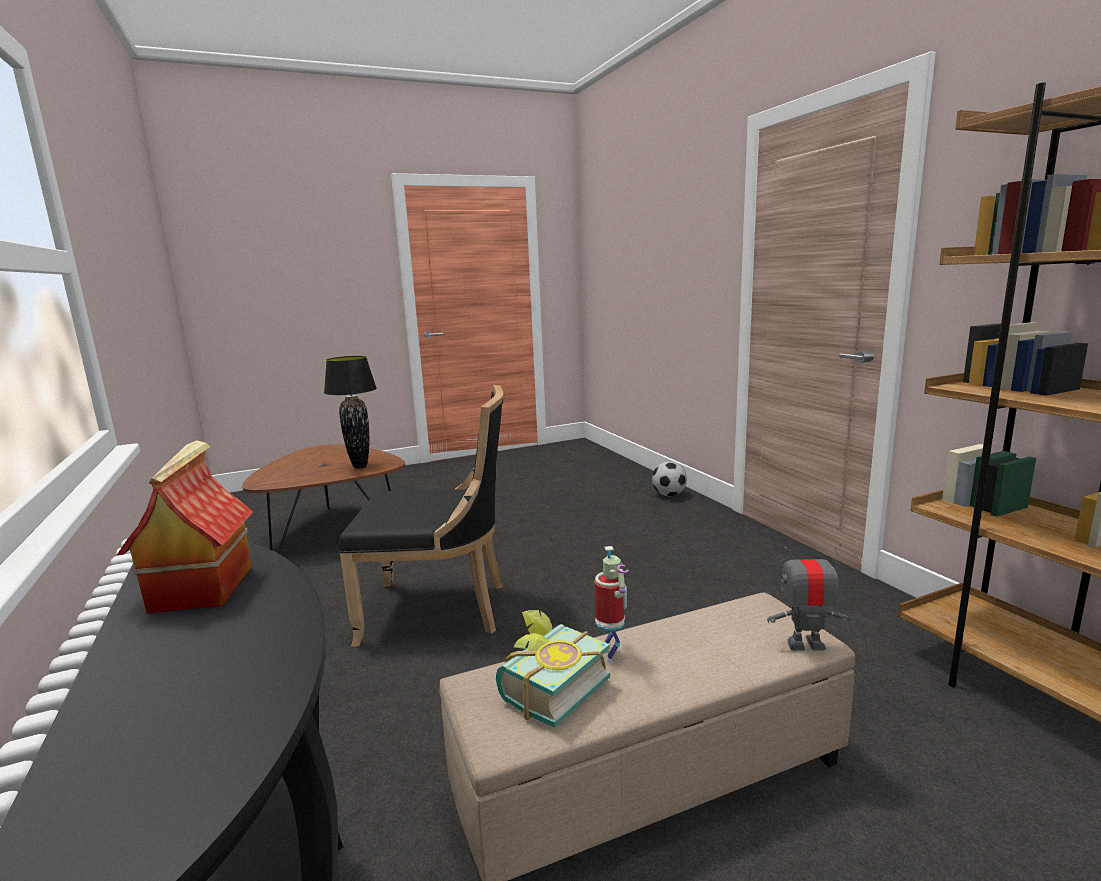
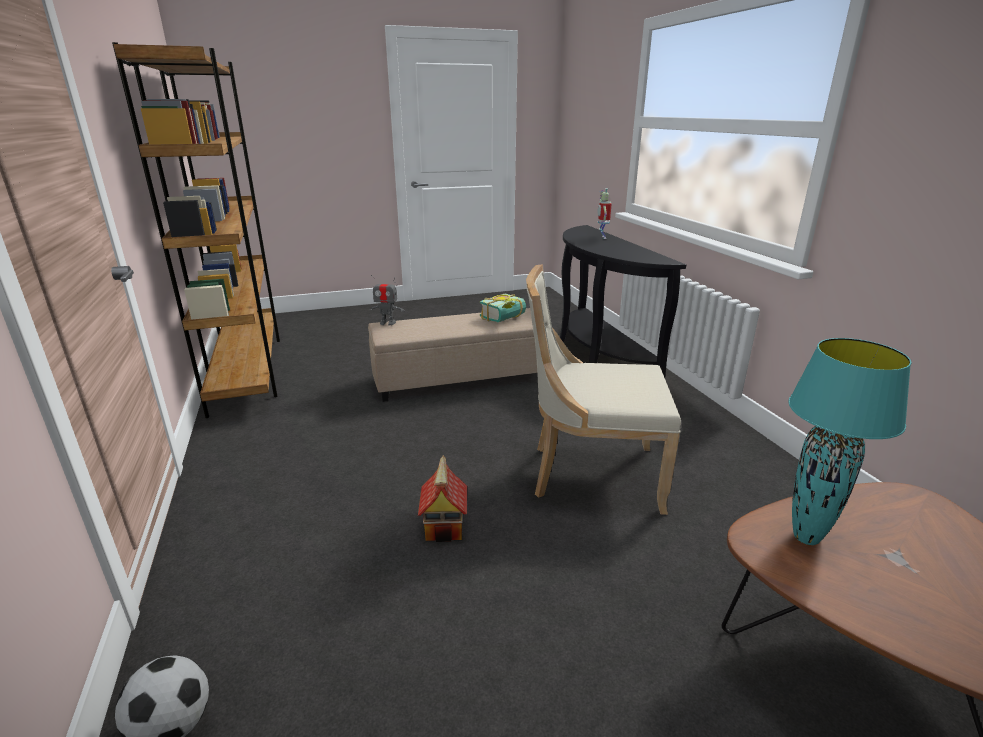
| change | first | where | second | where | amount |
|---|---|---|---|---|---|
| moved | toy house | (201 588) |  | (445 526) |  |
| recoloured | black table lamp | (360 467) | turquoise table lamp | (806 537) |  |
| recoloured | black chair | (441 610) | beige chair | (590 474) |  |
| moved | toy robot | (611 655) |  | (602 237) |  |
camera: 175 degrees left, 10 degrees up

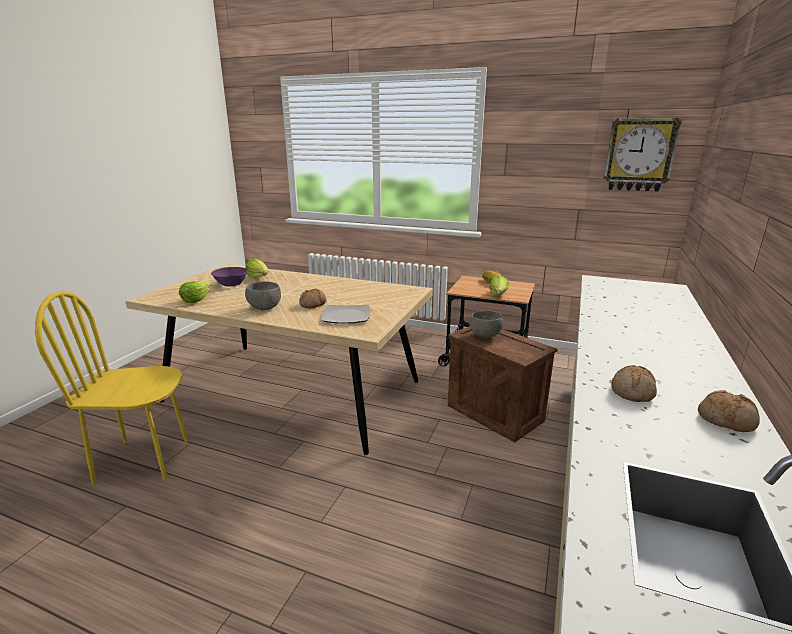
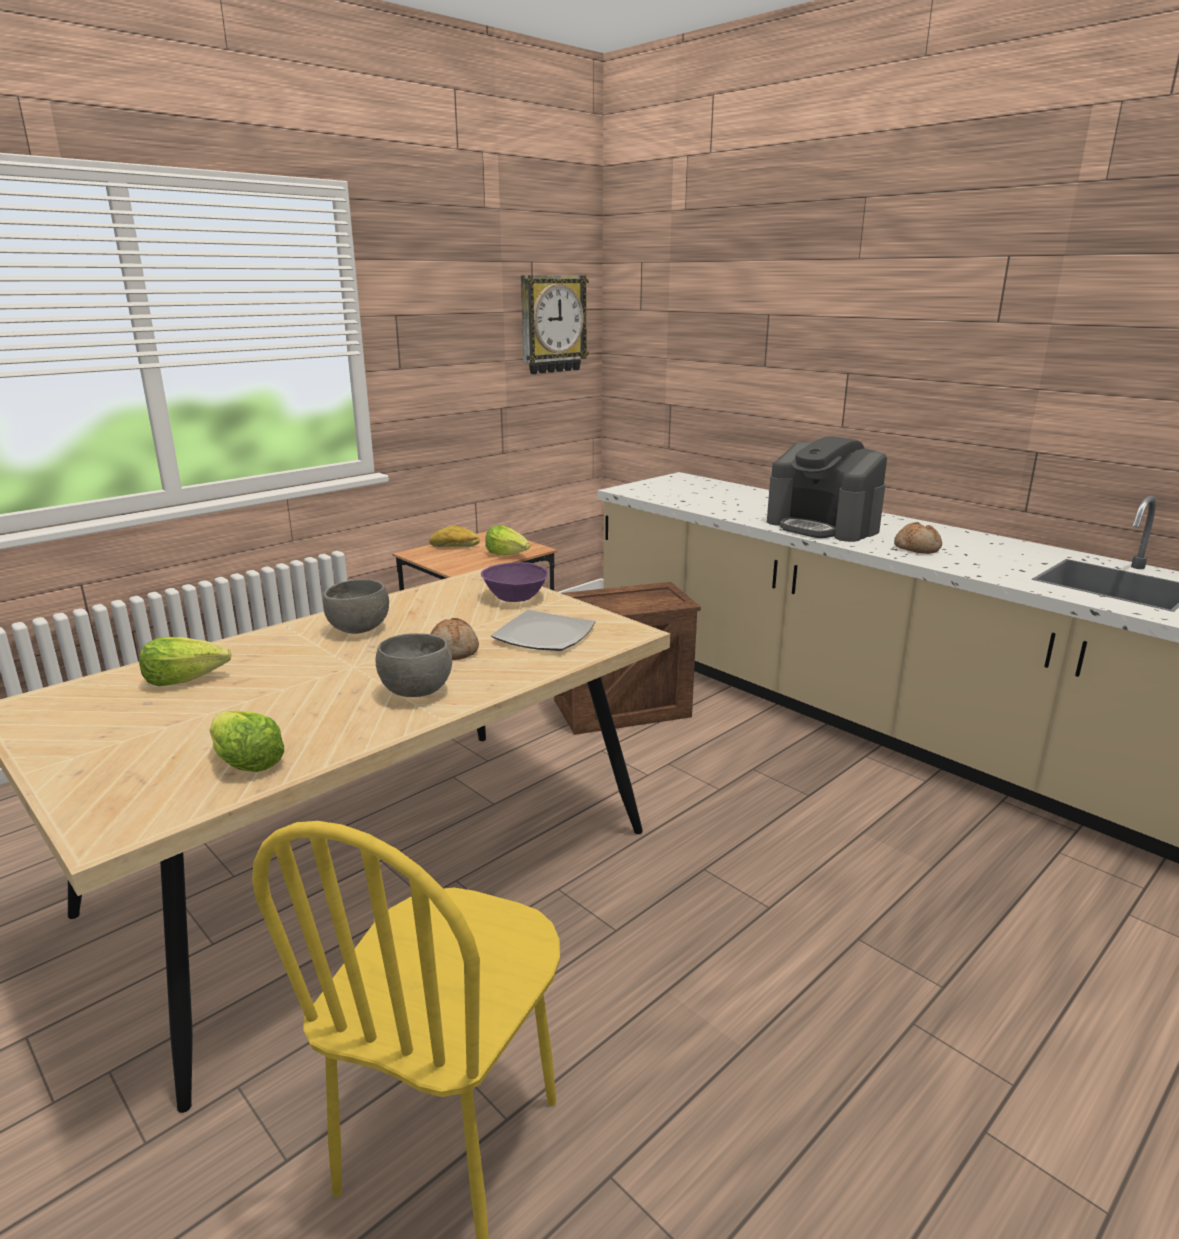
| change | first | where | second | where | amount |
|---|---|---|---|---|---|
| moved | purple bowl | (231 284) |  | (516 597) |  |
| moved | grey bowl | (485 335) |  | (358 629) |  |
| removed | bread | (727 419) |  |  |  |
| added |  |  | coffee machine | (823 526) |  |
camera: 65 degrees left, 0 degrees up

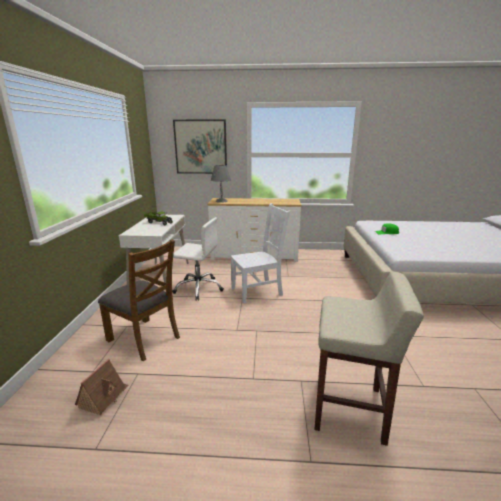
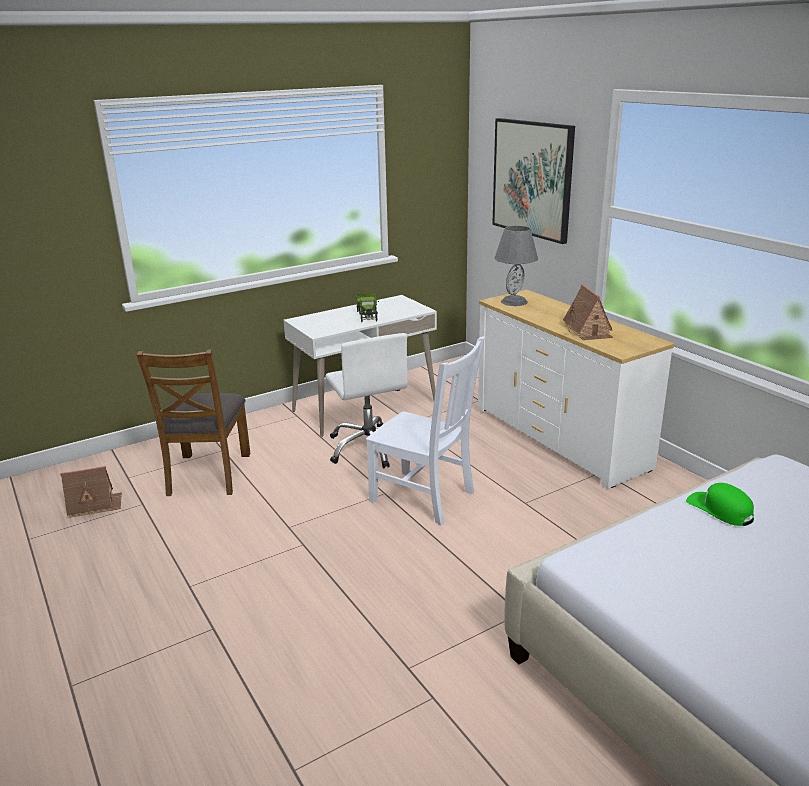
| change | first | where | second | where | amount |
|---|---|---|---|---|---|
| removed | beige stool | (350 409) |  |  |  |
| added |  |  | toy house | (588 330) |  |
camera: 55 degrees right, 5 degrees up

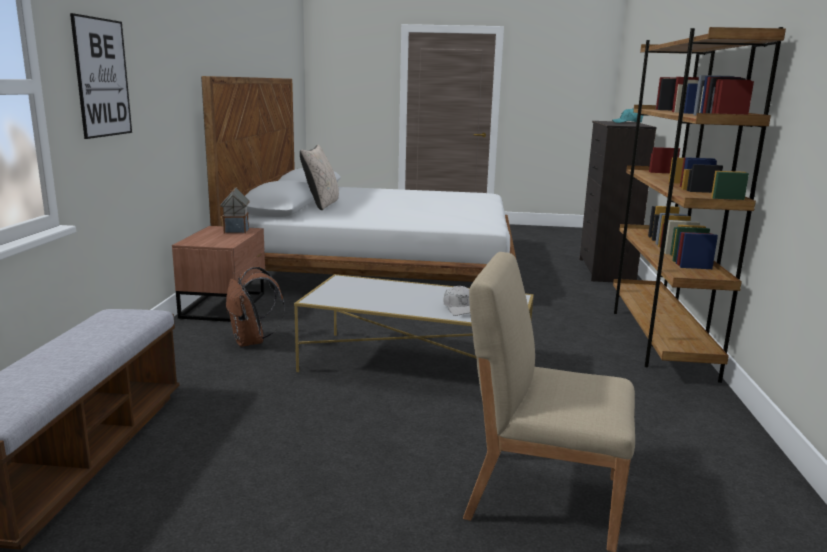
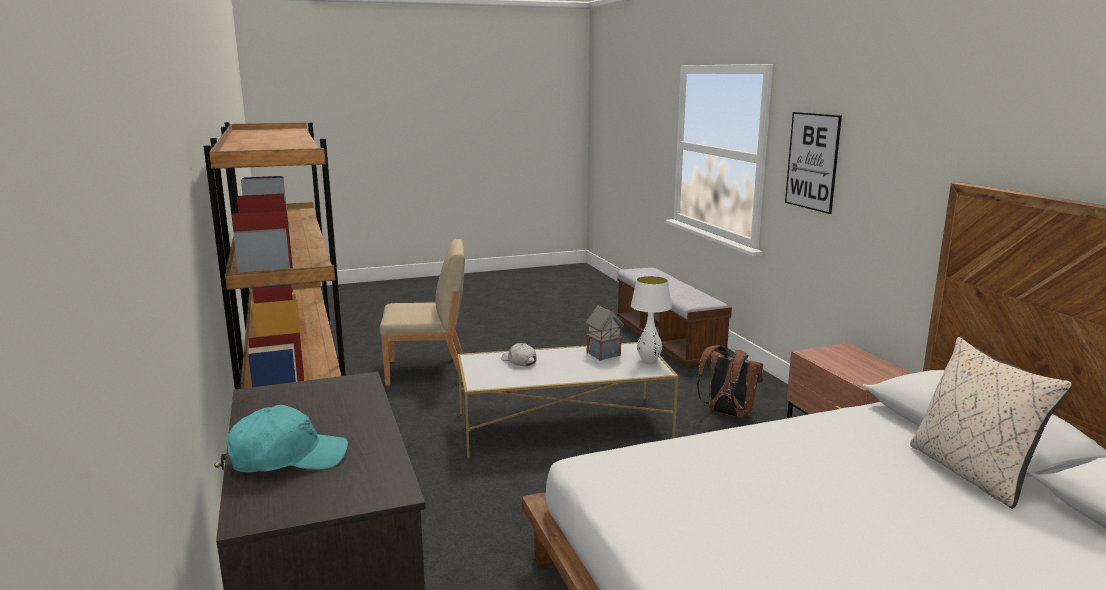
| change | first | where | second | where | amount |
|---|---|---|---|---|---|
| moved | toy house | (236 230) |  | (604 354) |  |
| added |  |  | white table lamp | (649 361) |  |
camera: 155 degrees right, 0 degrees up

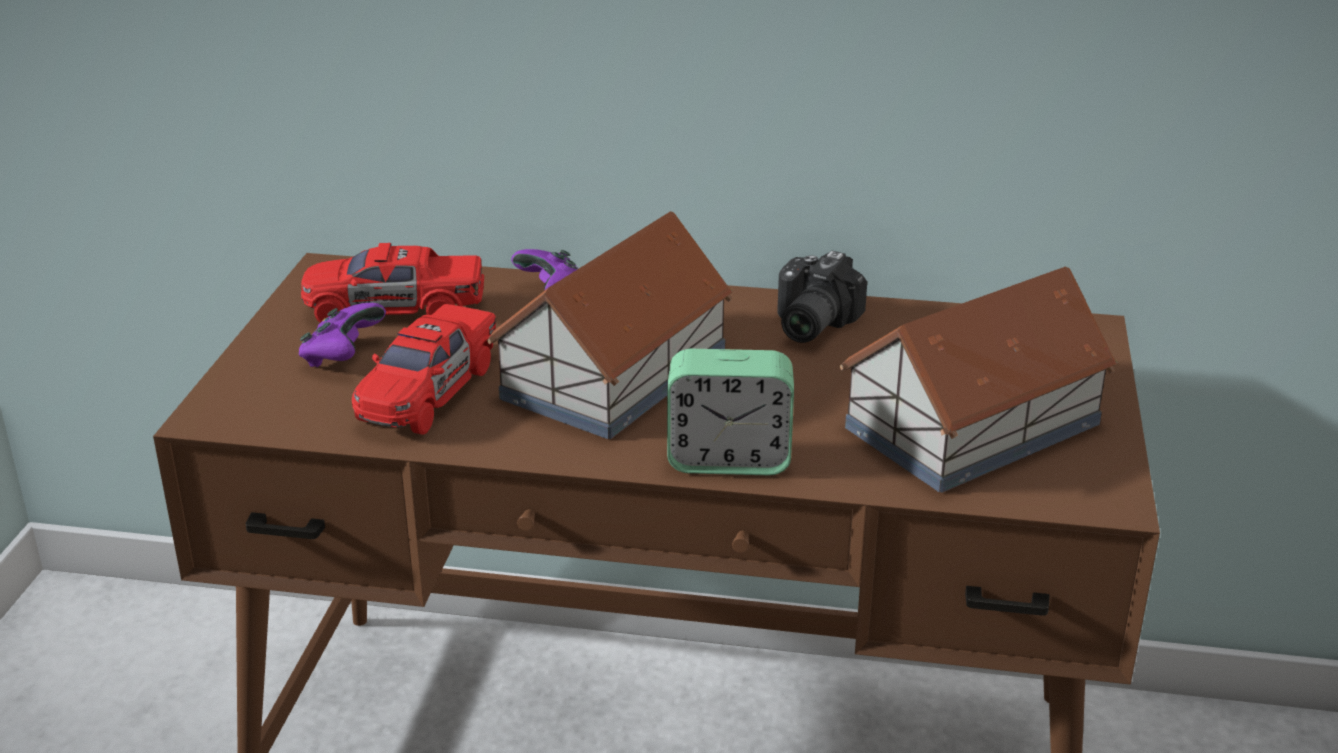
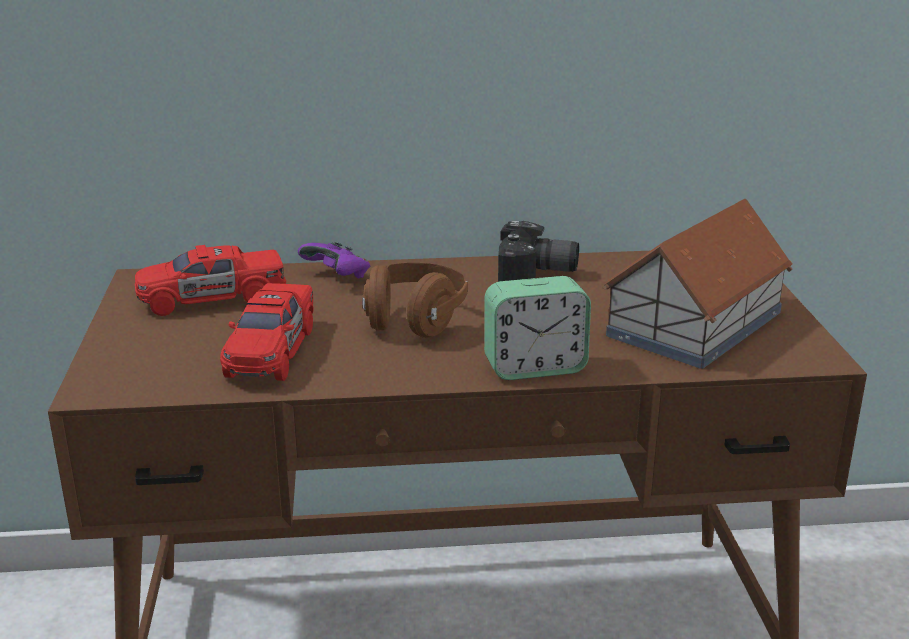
| change | first | where | second | where | amount |
|---|---|---|---|---|---|
| removed | purple game controller | (342 356) |  |  |  |
| replaced | toy house | (617 373) | brown headphones | (414 321) |  |
| turned | photo camera | (807 324) |  | (537 274) | 90 degrees counterclockwise |
camera: 15 degrees left, 5 degrees down

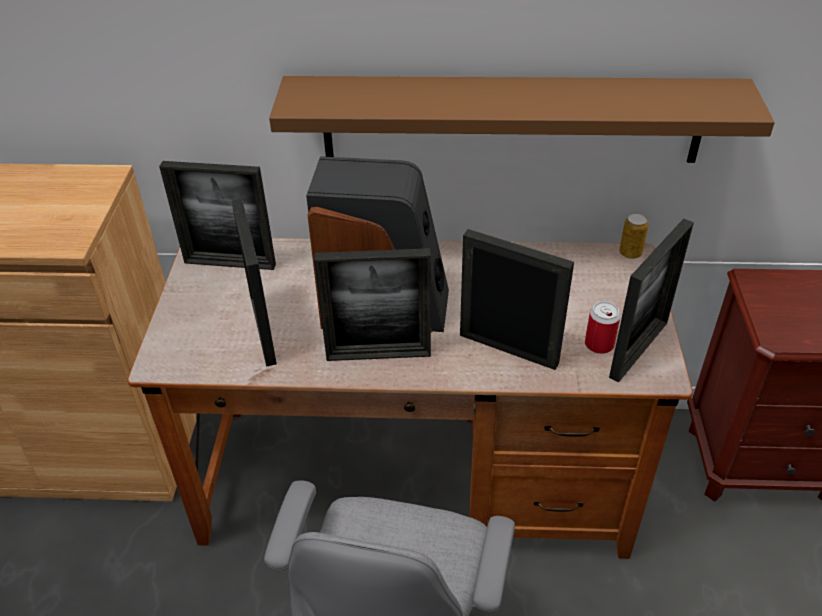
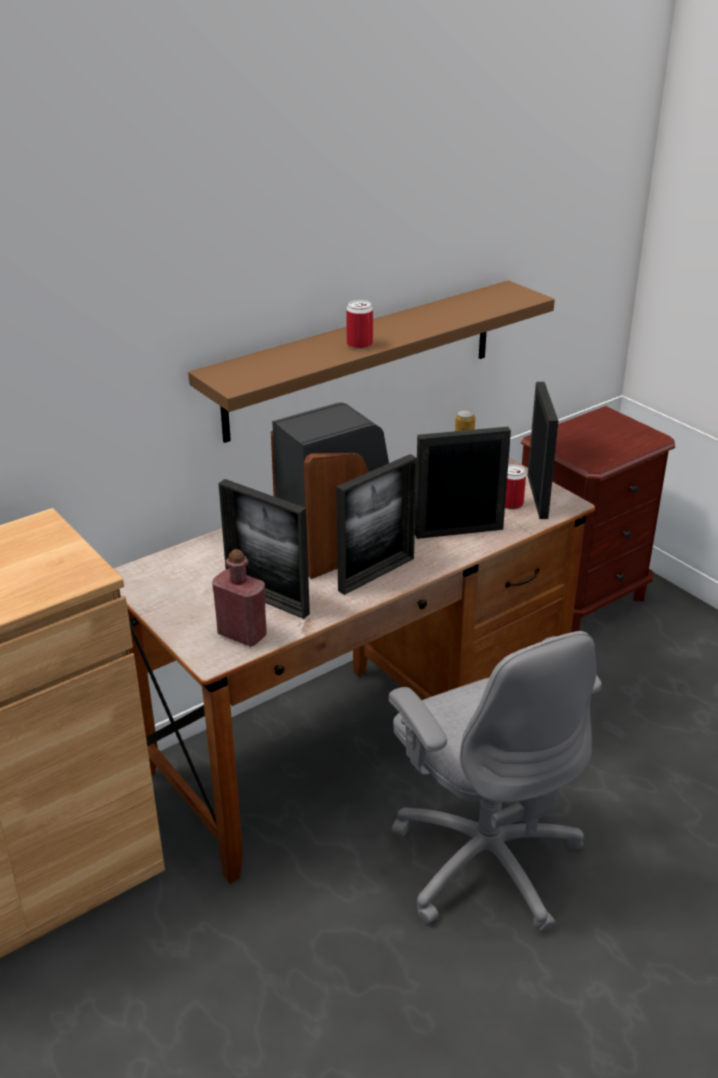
| change | first | where | second | where | amount |
|---|---|---|---|---|---|
| removed | picture frame | (230 263) |  |  |  |
| added |  |  | red bottle | (242 634) |  |
| added |  |  | can | (359 344) |  |
camera: 40 degrees left, 10 degrees down

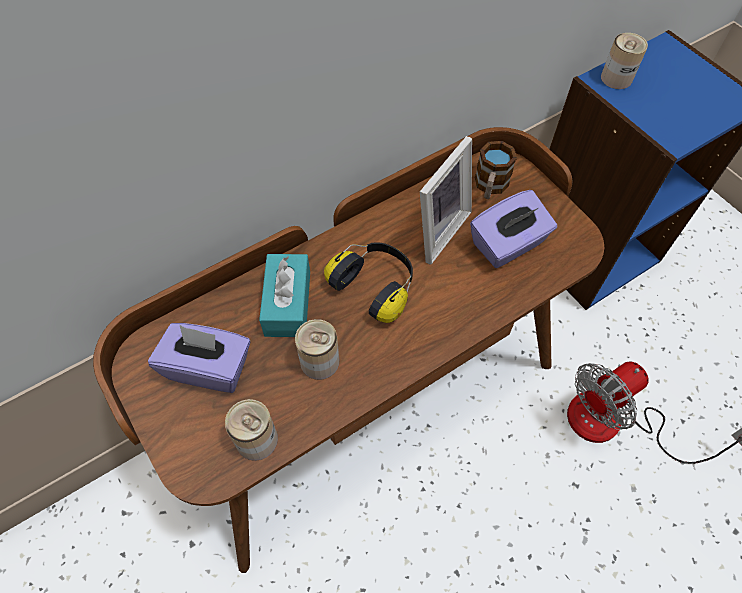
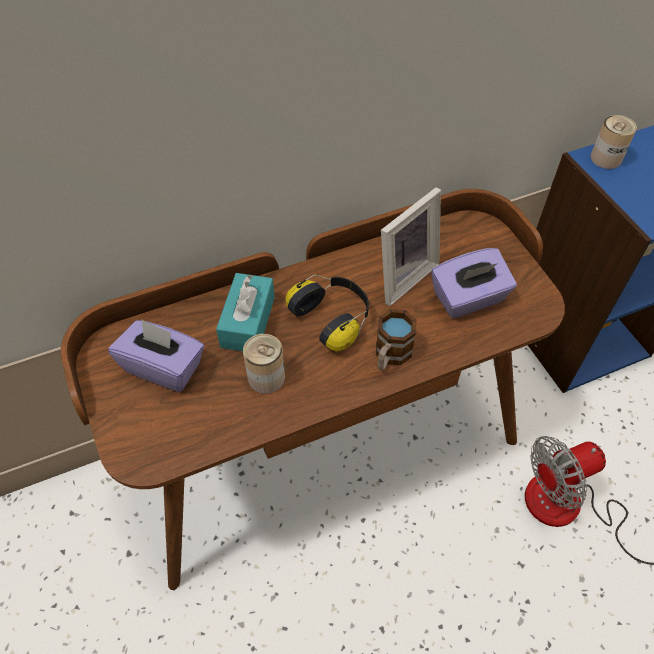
| change | first | where | second | where | amount |
|---|---|---|---|---|---|
| removed | can | (256 439) |  |  |  |
| moved | mug | (490 187) |  | (390 356) |  |
camera: 10 degrees right, 5 degrees down

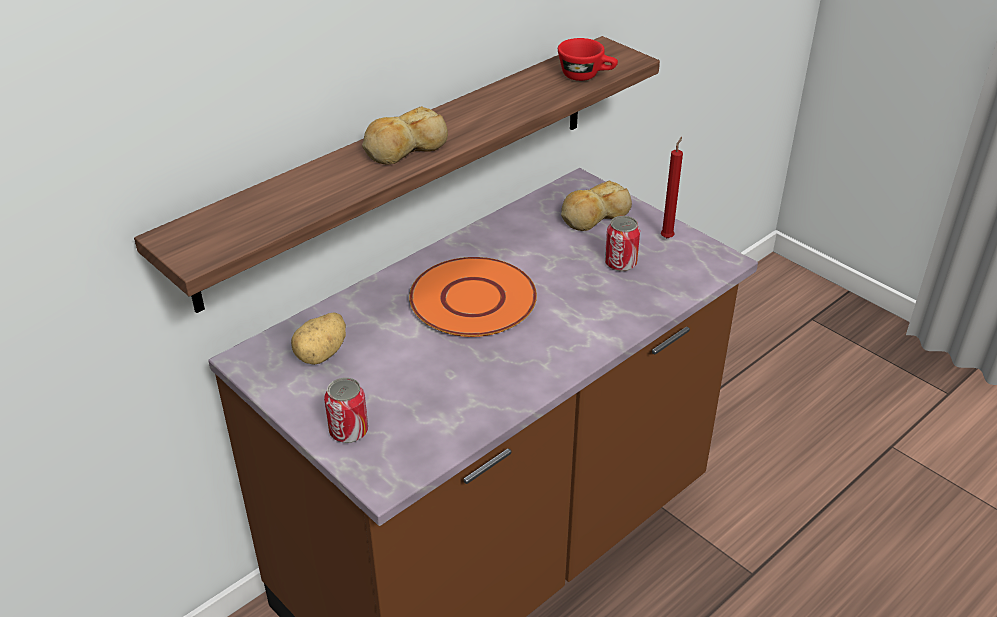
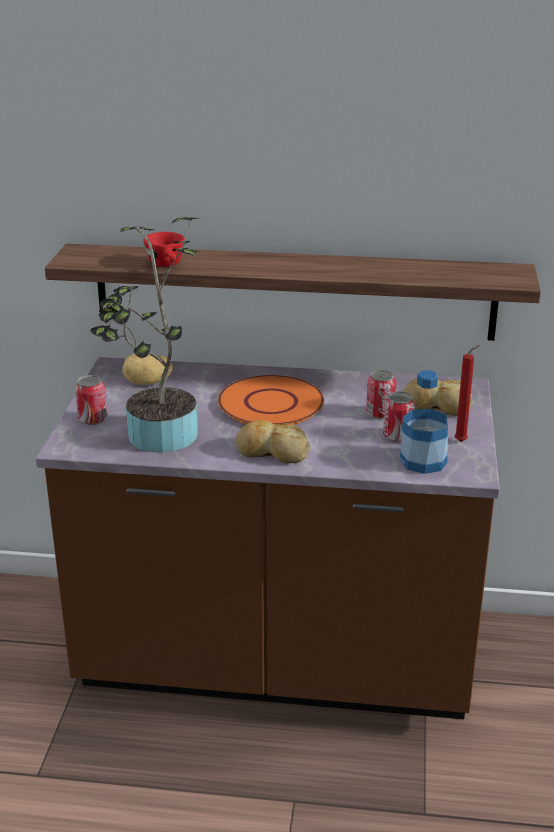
| change | first | where | second | where | amount |
|---|---|---|---|---|---|
| moved | bread | (404 148) |  | (271 452) |  |
| moved | red cup | (586 76) |  | (167 265) |  |
| added |  |  | potted plant | (157 438) |  |
| added |  |  | can | (380 413) |  |
| added |  |  | bottle | (423 461) |  |
camera: 50 degrees right, 10 degrees down

